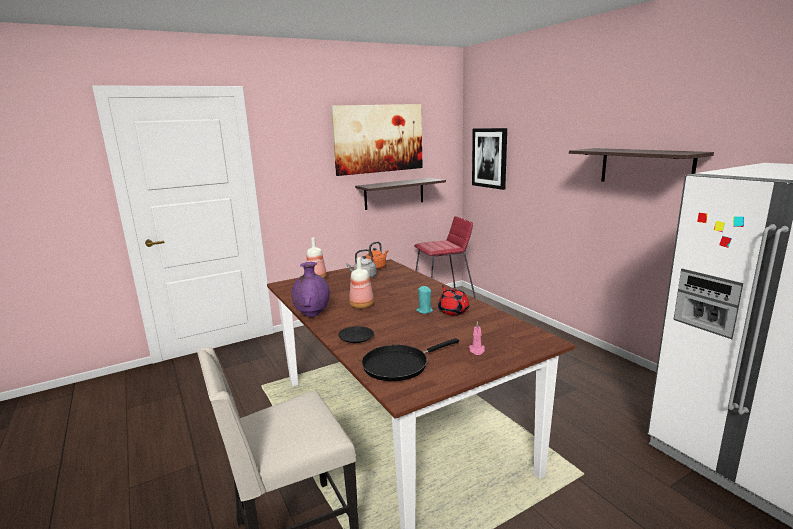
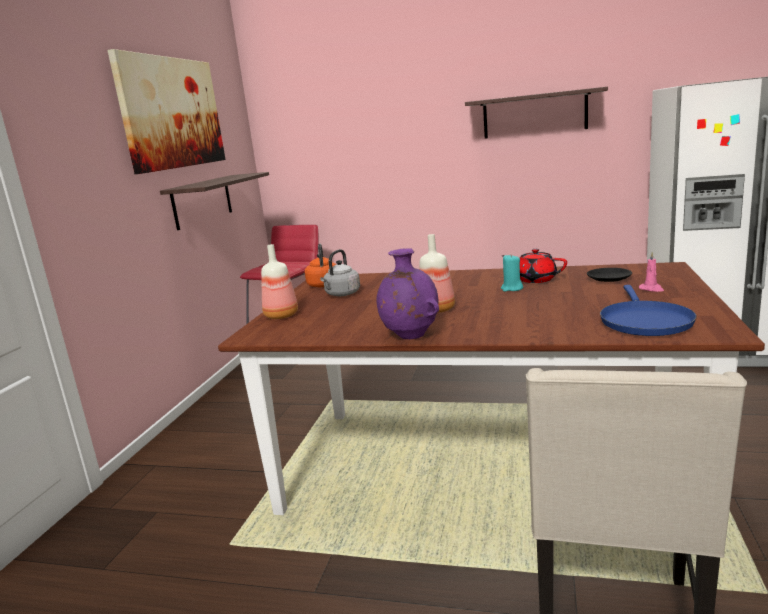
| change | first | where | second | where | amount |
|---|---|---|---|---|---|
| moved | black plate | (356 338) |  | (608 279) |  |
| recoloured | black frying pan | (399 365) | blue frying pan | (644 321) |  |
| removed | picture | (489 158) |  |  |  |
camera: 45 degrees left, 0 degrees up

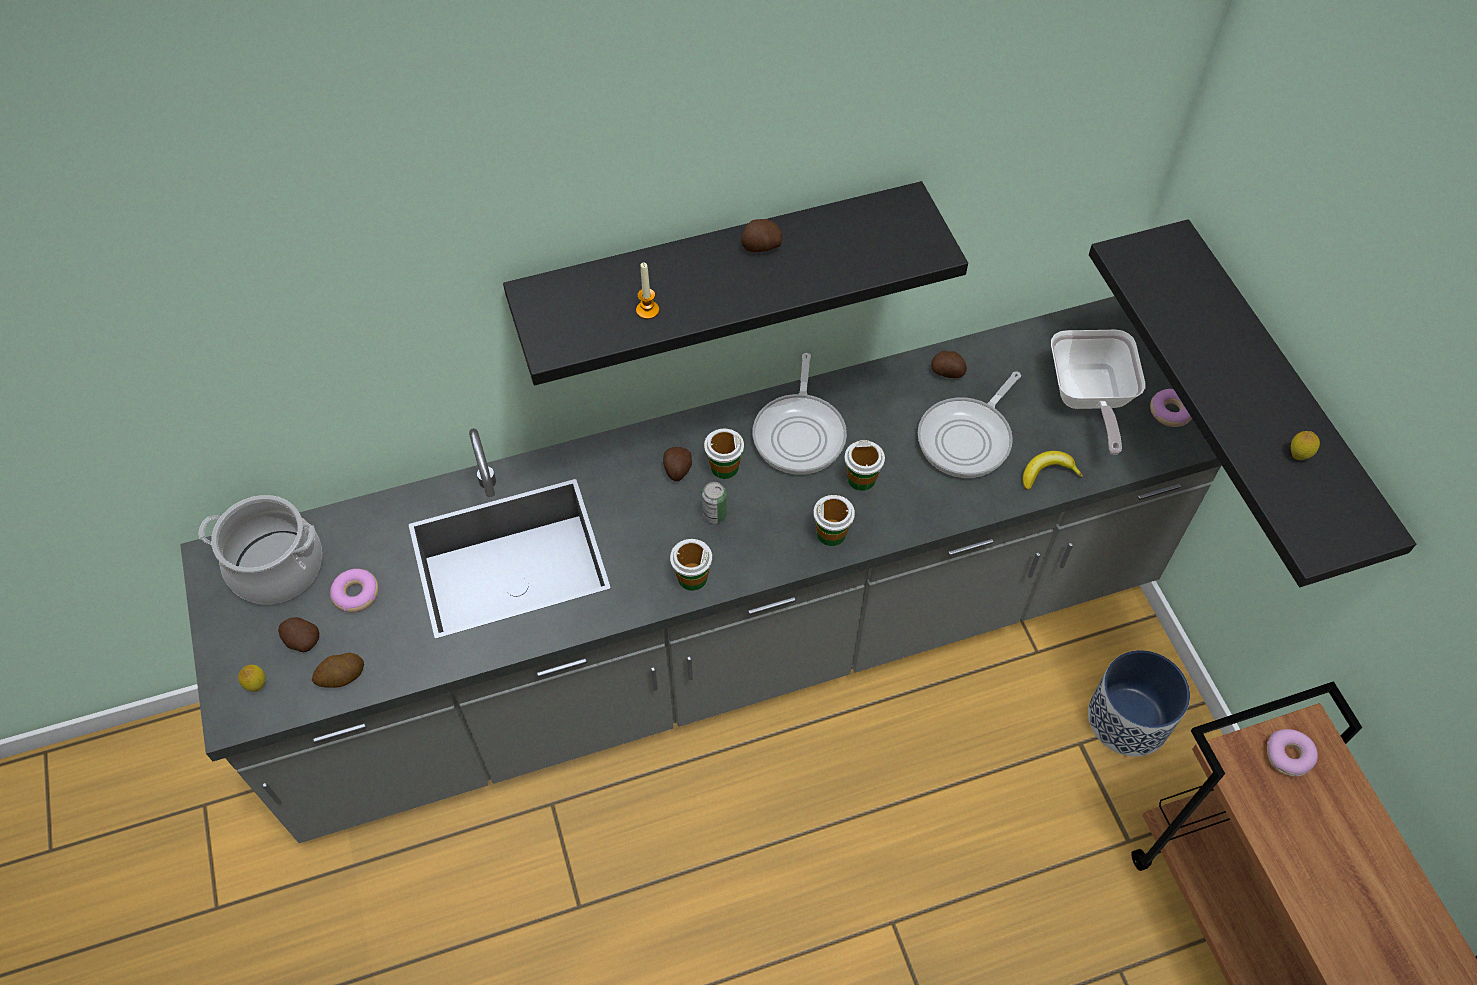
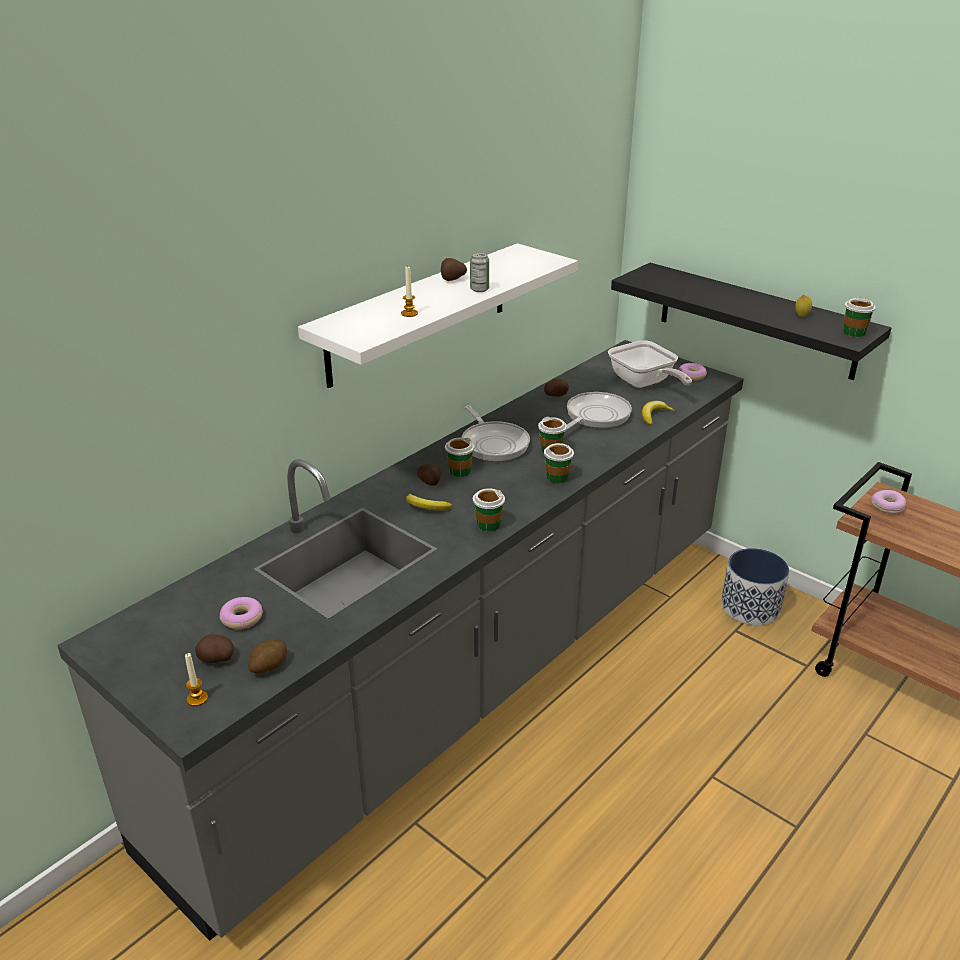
| change | first | where | second | where | amount |
|---|---|---|---|---|---|
| removed | cooking pot | (277 566) |  |  |  |
| replaced | lemon | (257 685) | candle | (197 698) |  |
| recoloured | black shelf | (718 264) | white shelf | (419 314) |  |
| moved | can | (714 514) |  | (479 289) |  |
| turned | frying pan | (967 438) |  | (595 416) | 150 degrees counterclockwise |
| added |  |  | banana | (426 507) |  |
| added |  |  | cup | (854 333) |  |
camera: 30 degrees left, 25 degrees down

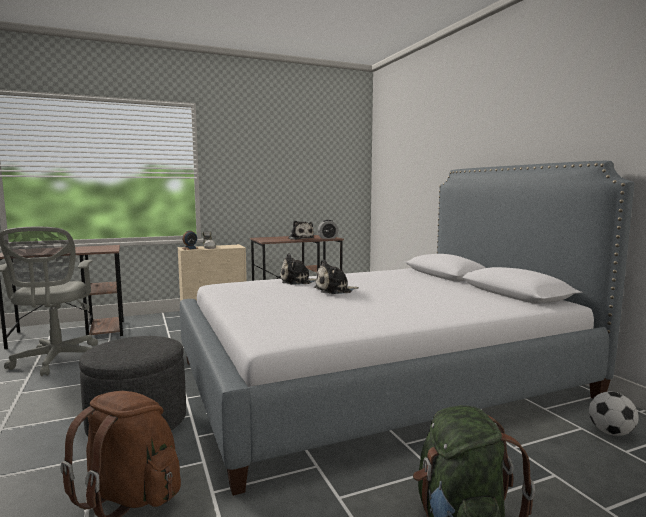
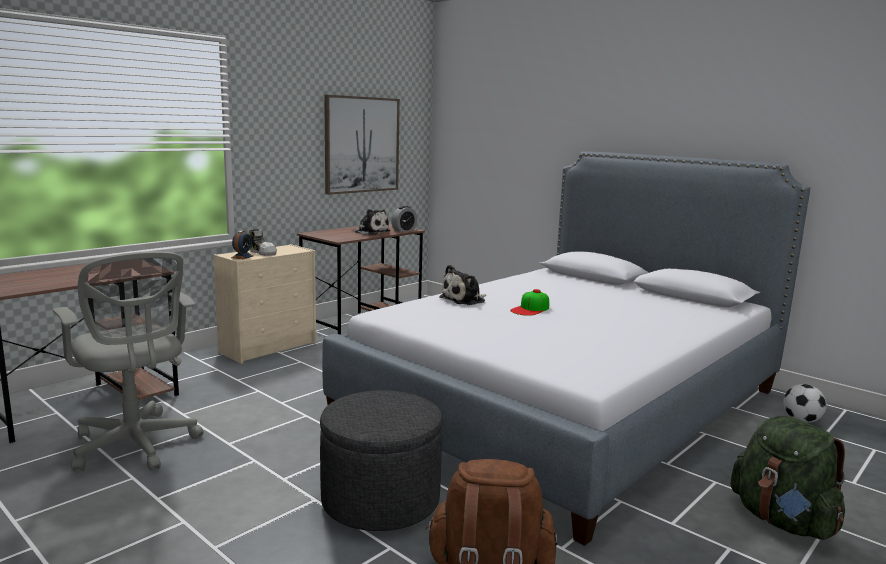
| change | first | where | second | where | amount |
|---|---|---|---|---|---|
| replaced | plush toy | (335 290) | cap | (530 309) |  |
| added |  |  | picture | (362 145) |  |
camera: 25 degrees left, 5 degrees up

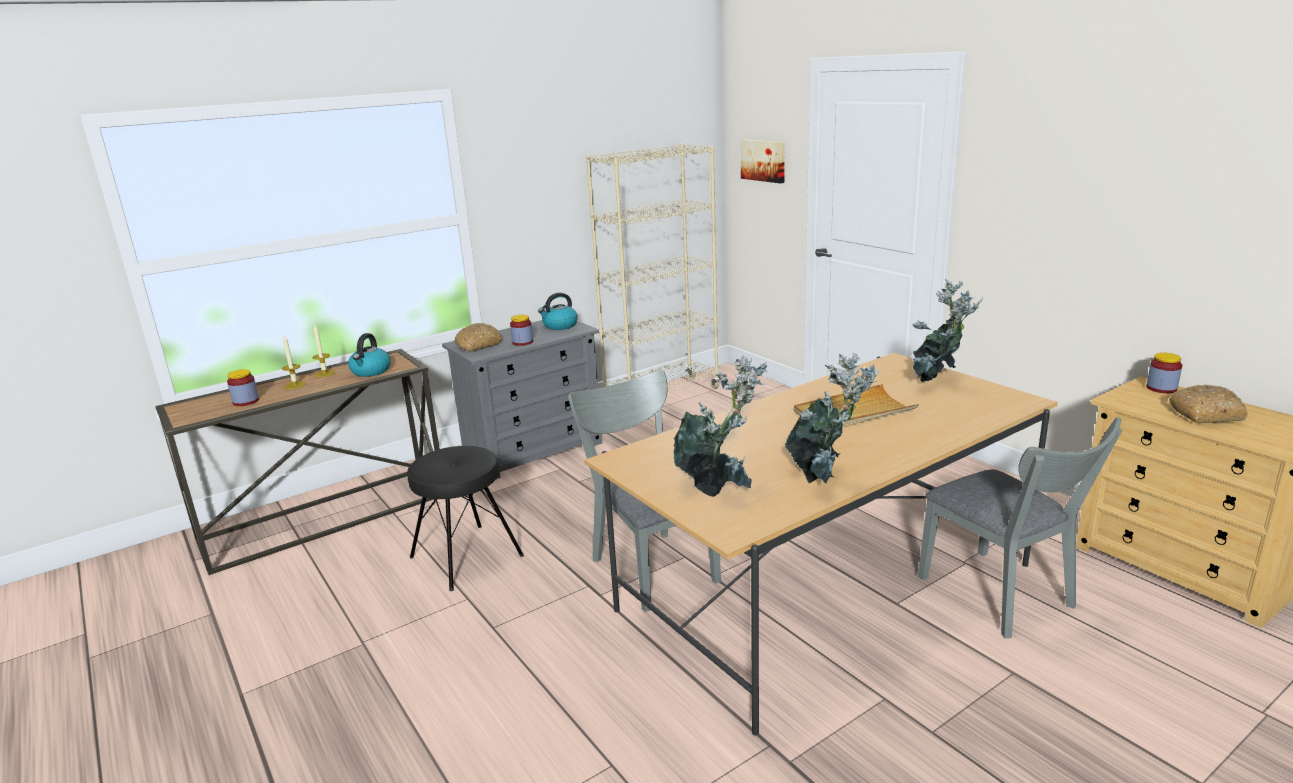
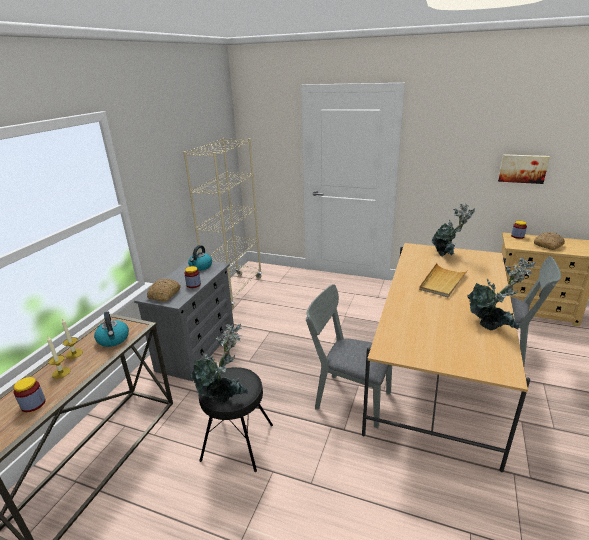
| change | first | where | second | where | amount |
|---|---|---|---|---|---|
| moved | potted plant | (719 488) |  | (223 395) |  |
| moved | picture | (764 160) |  | (522 168) |  |
camera: 35 degrees left, 5 degrees up

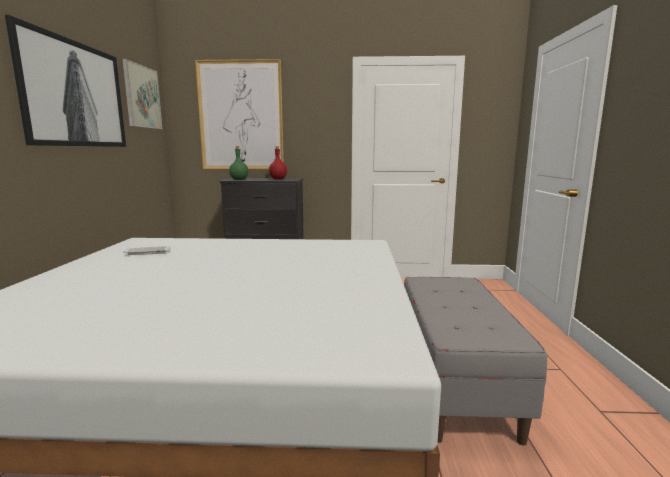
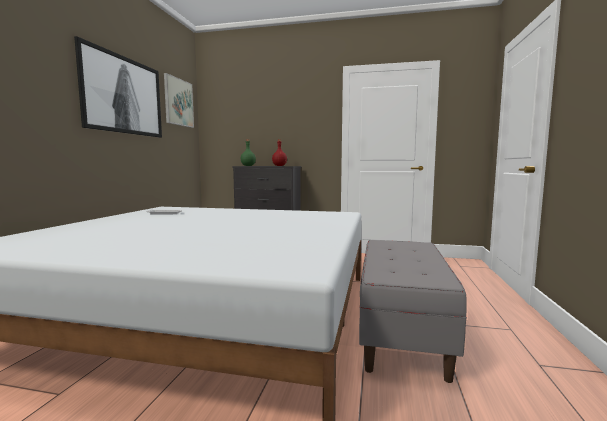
| change | first | where | second | where | amount |
|---|---|---|---|---|---|
| removed | picture | (241 116) |  |  |  |
camera: 10 degrees right, 5 degrees down

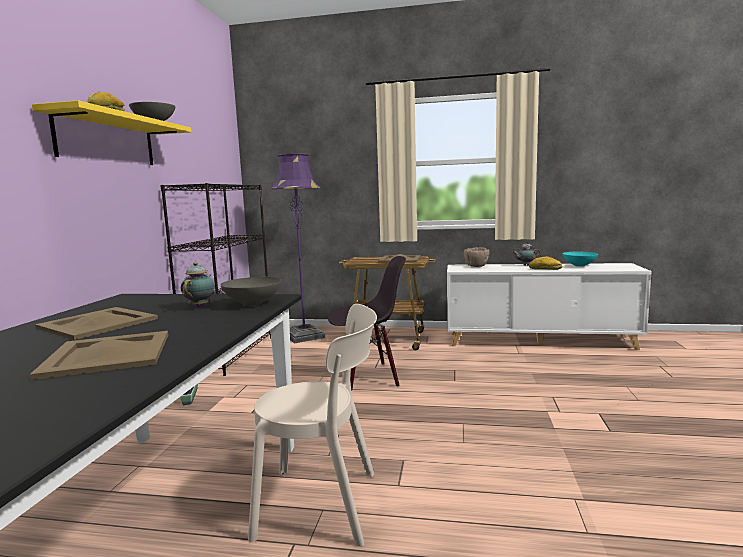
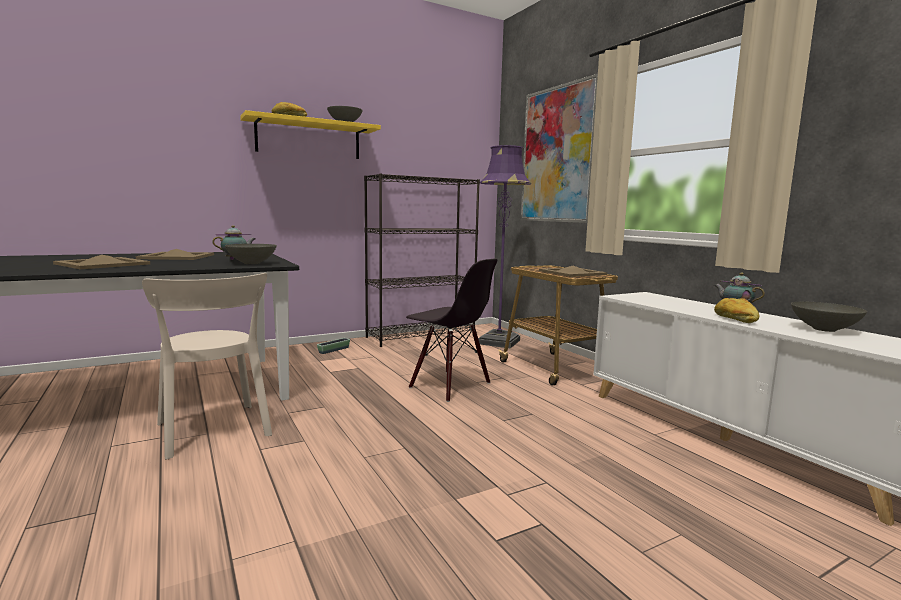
| change | first | where | second | where | amount |
|---|---|---|---|---|---|
| removed | brown bowl | (475 266) |  |  |  |
| recoloured | turquoise bowl | (579 265) | grey bowl | (824 329) |  |
| added |  |  | picture | (557 155) |  |
camera: 50 degrees right, 0 degrees up

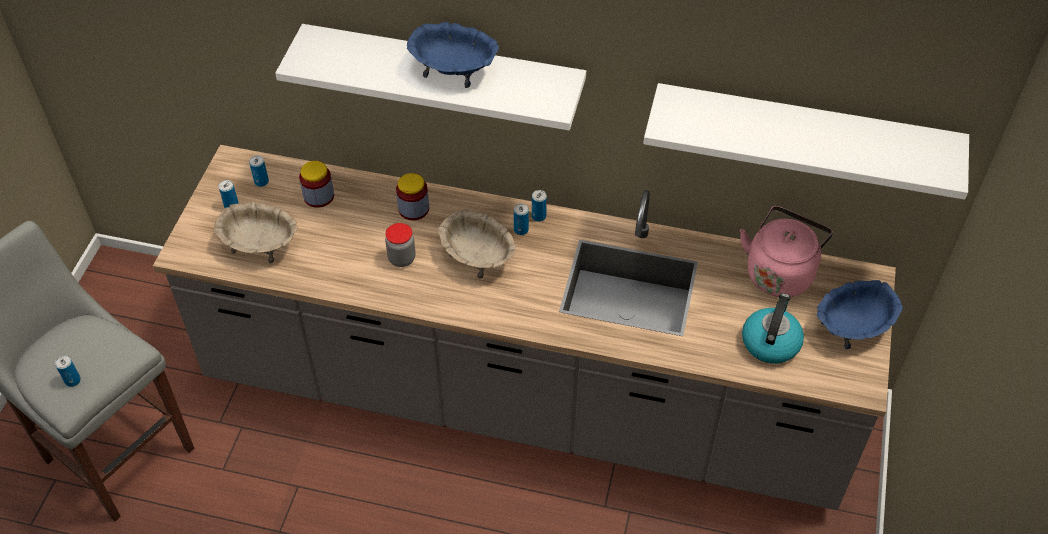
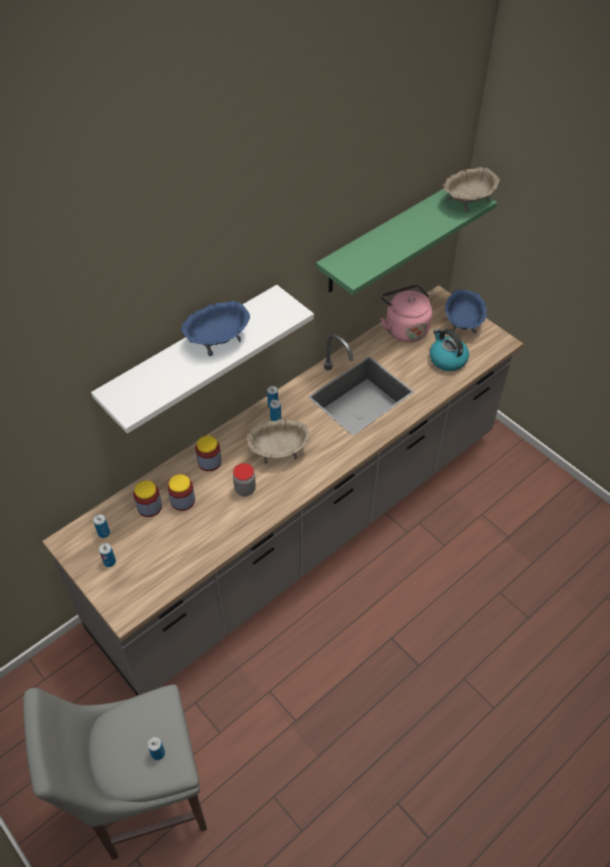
| change | first | where | second | where | amount |
|---|---|---|---|---|---|
| moved | beige bowl | (261 245) |  | (468 201) |  |
| recoloured | white shelf | (804 133) | green shelf | (389 237) |  |
| added |  |  | jar | (182 500) |  |
camera: 55 degrees left, 0 degrees up

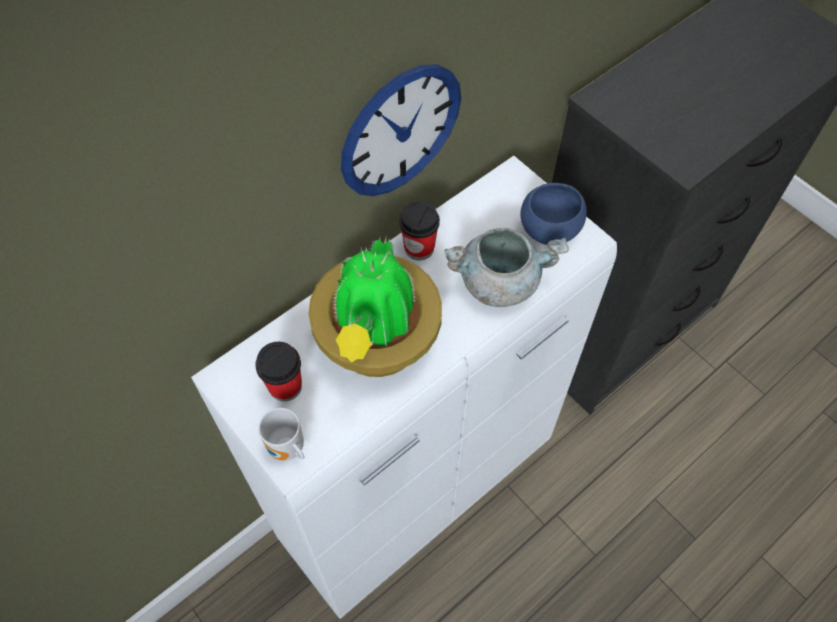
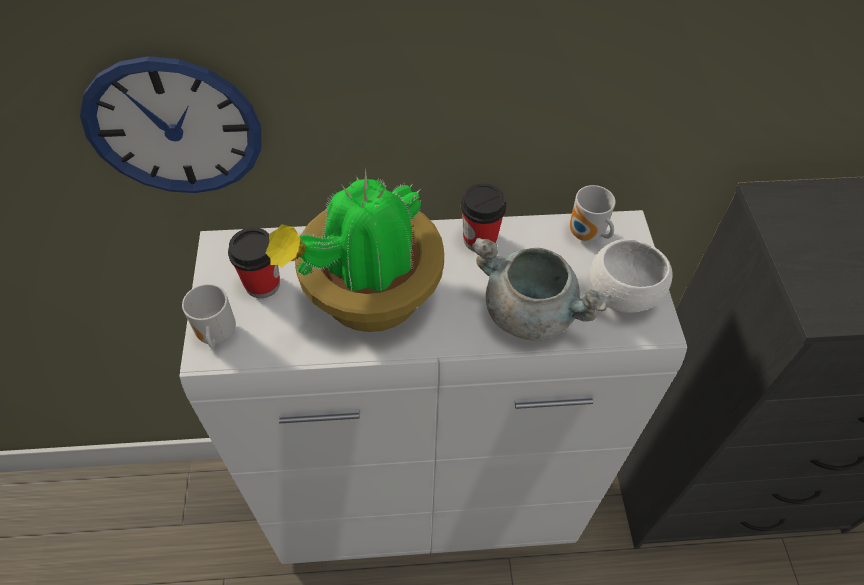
| change | first | where | second | where | amount |
|---|---|---|---|---|---|
| moved | wall clock | (400 131) |  | (174 128) |  |
| recoloured | blue bowl | (549 230) | white bowl | (622 295) |  |
| added |  |  | mug | (586 236) |  |
camera: 35 degrees right, 5 degrees down

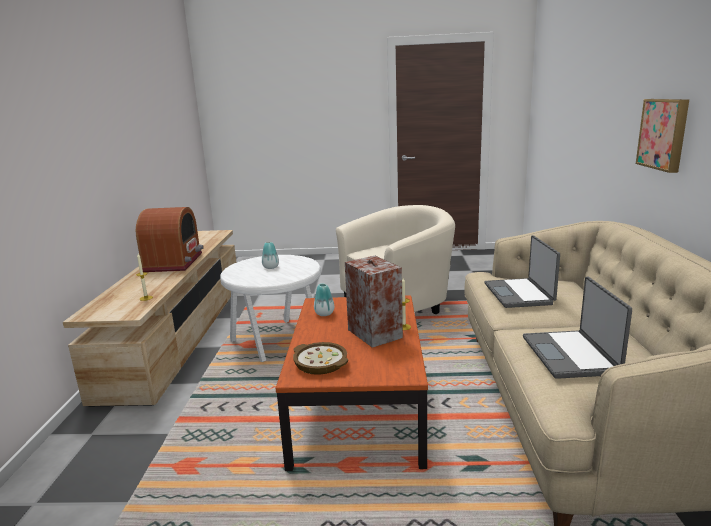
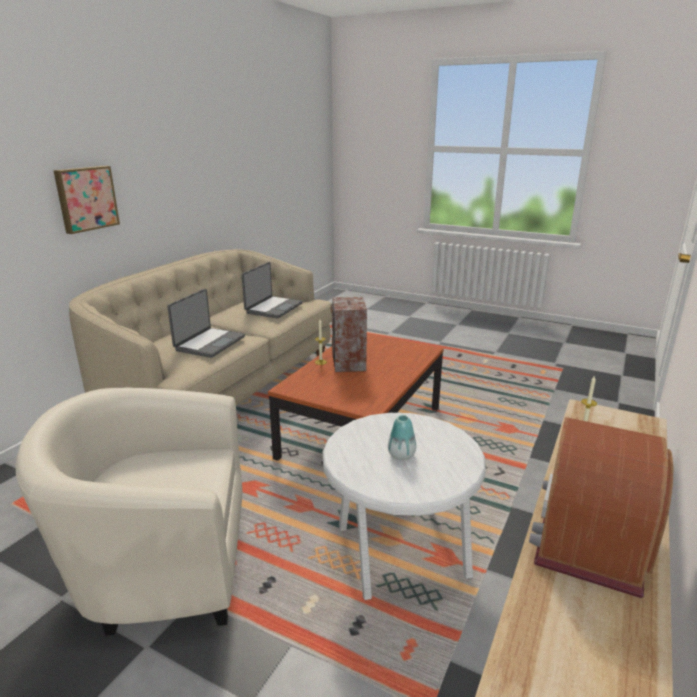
| change | first | where | second | where | amount |
|---|---|---|---|---|---|
| removed | bowl | (320 364) |  |  |  |
| removed | vase | (324 314) |  |  |  |
camera: 155 degrees left, 5 degrees up

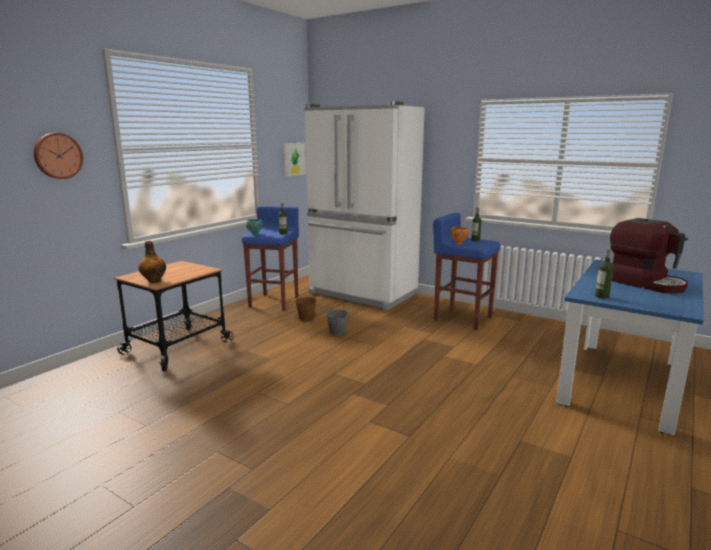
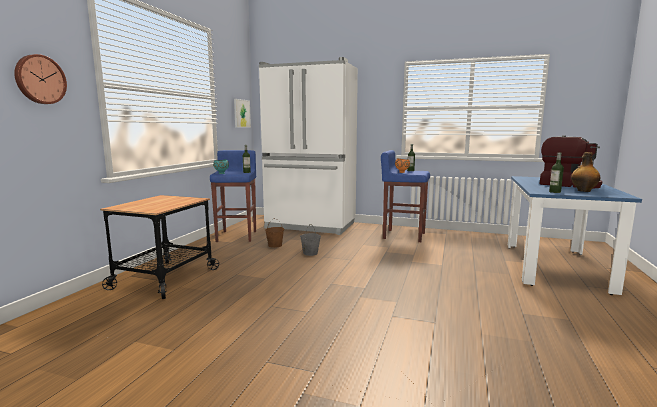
| change | first | where | second | where | amount |
|---|---|---|---|---|---|
| moved | bottle | (154 281) |  | (583 191) |  |
camera: 15 degrees left, 5 degrees down

